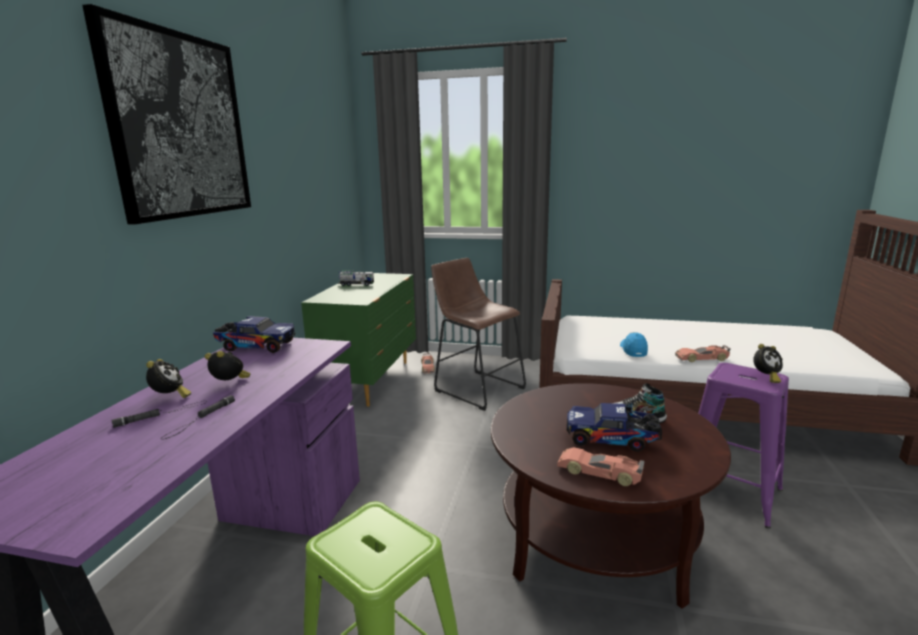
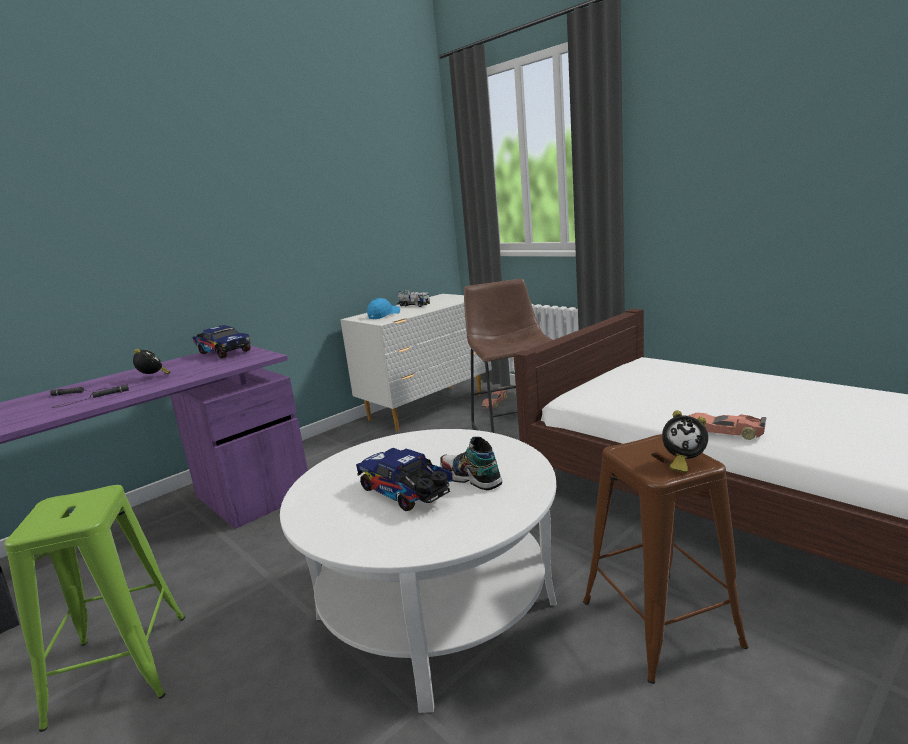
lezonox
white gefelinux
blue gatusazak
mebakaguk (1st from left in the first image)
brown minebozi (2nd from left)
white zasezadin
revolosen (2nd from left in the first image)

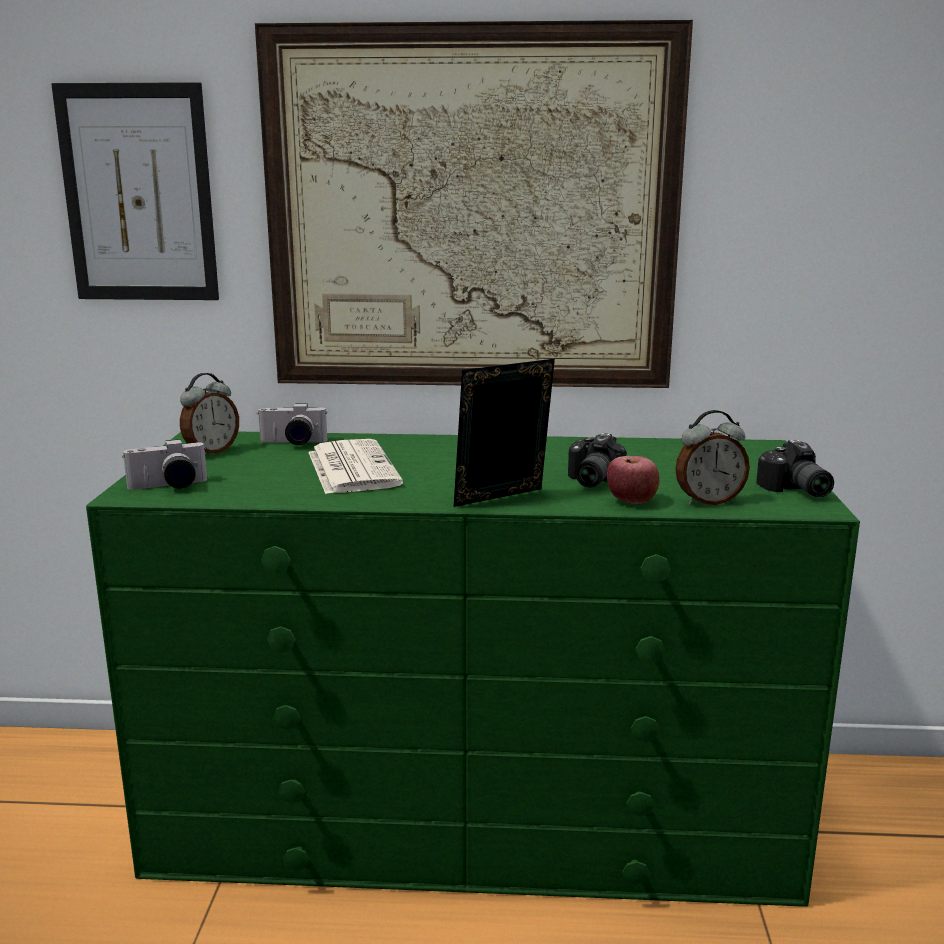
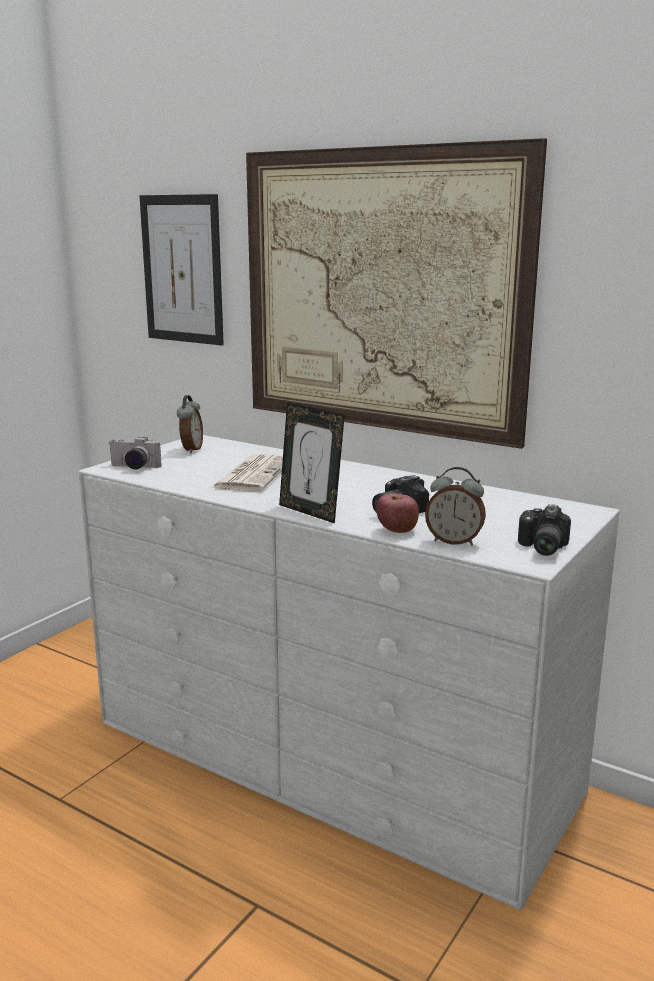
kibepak
mebakaguk (1st from left)
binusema (2nd from left in the first image)
white gefelinux

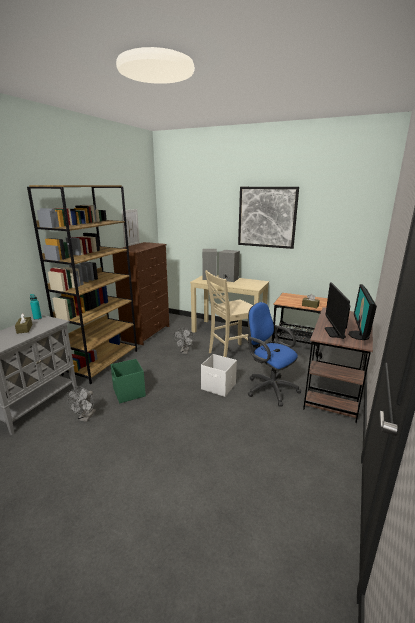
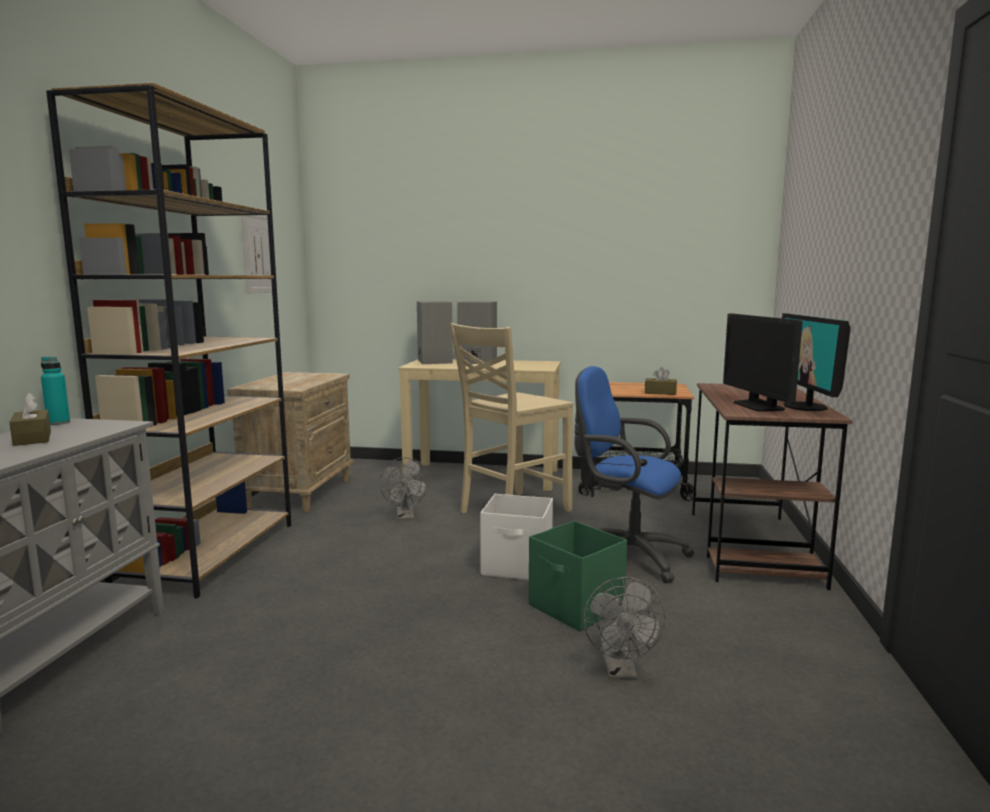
lezonox (2nd from left in the first image)
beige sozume
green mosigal
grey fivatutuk (2nd from left)

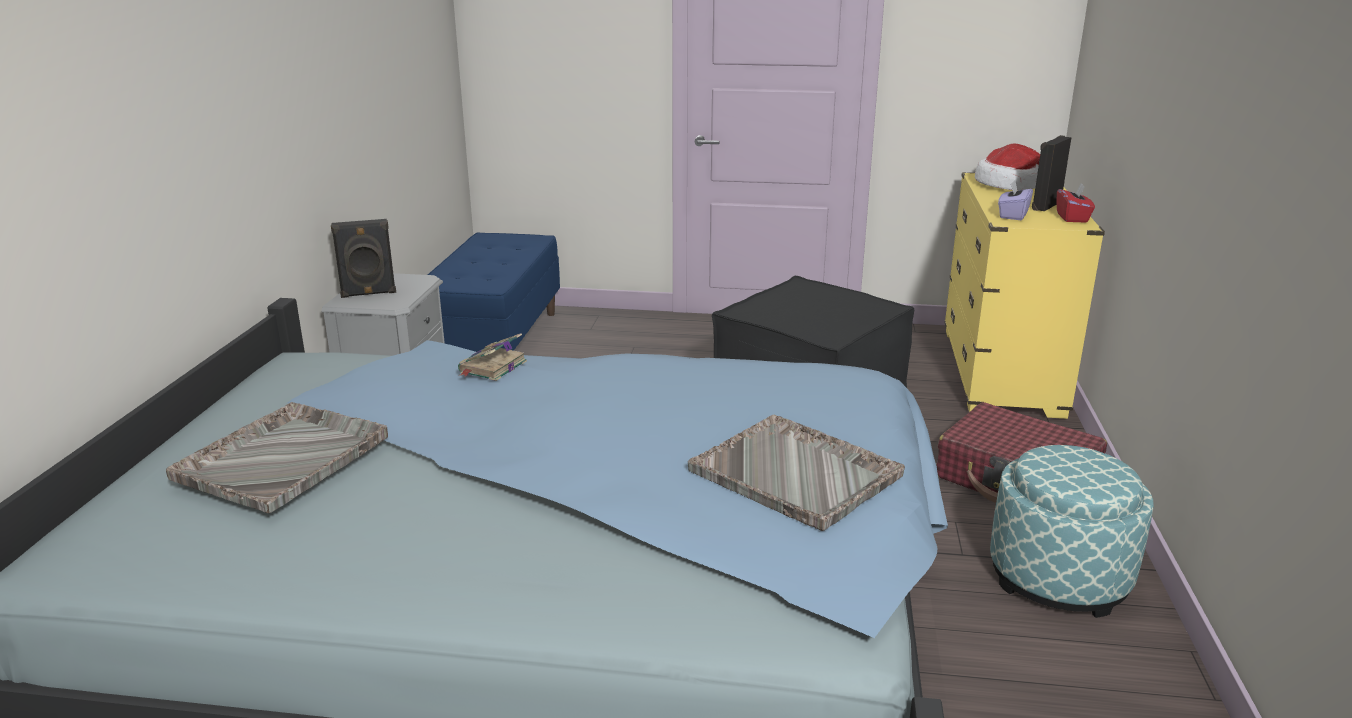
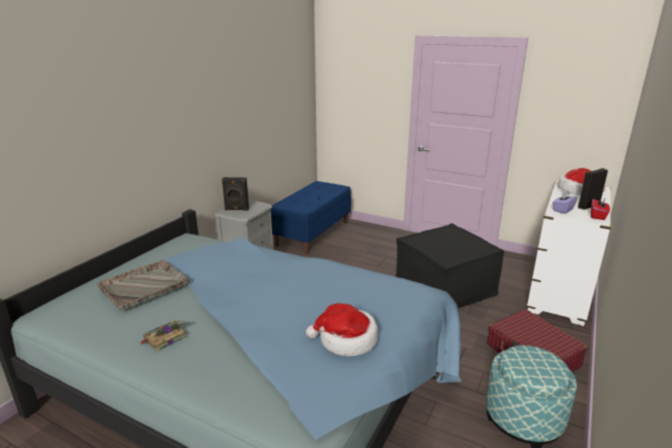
white gefelinux
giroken
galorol (1st from left)

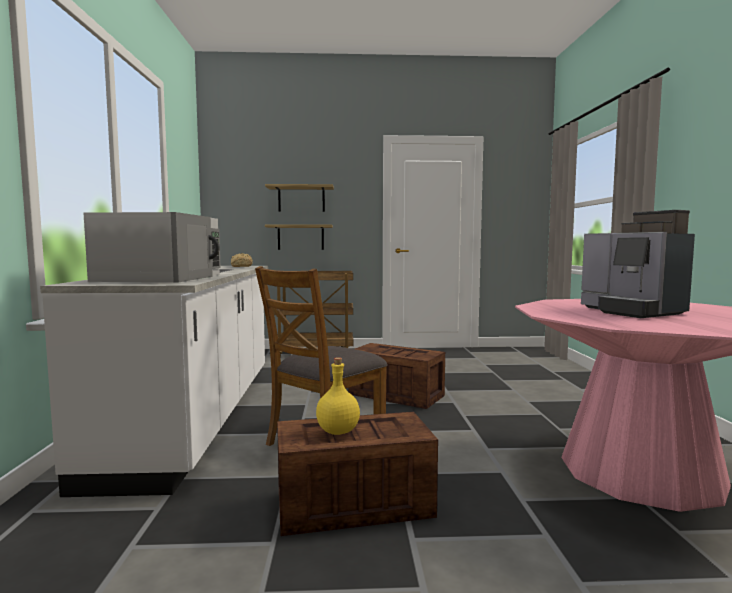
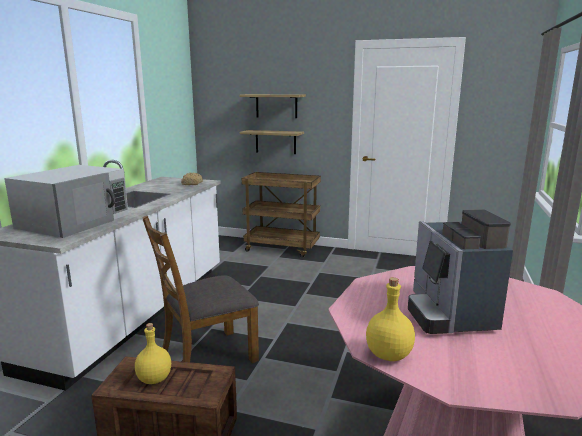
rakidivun (2nd from left in the first image)
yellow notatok (2nd from left)

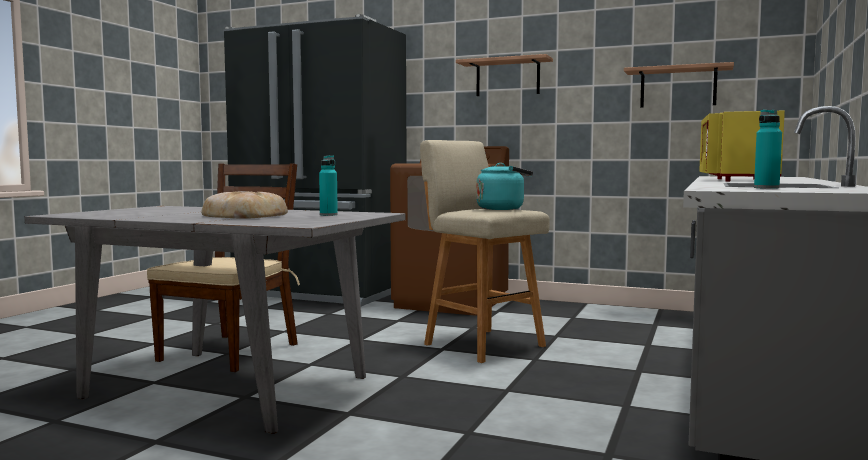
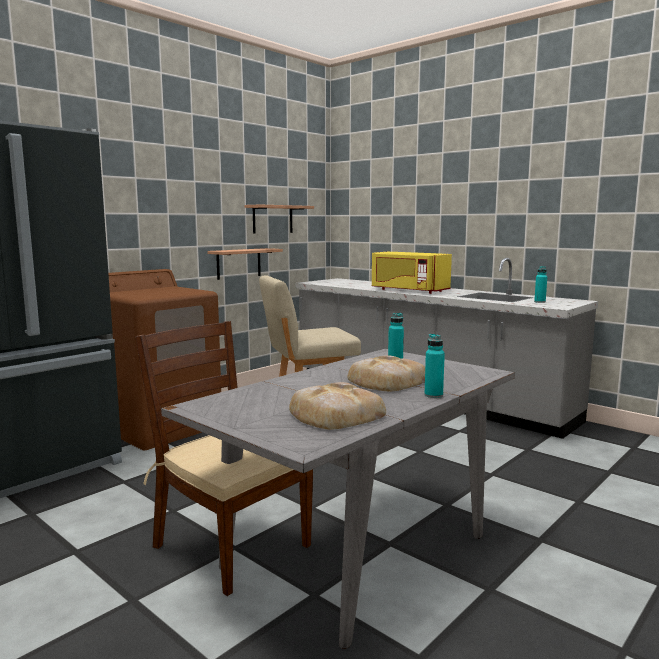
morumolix (1st from left)
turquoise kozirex
turquoise notatok (2nd from left)
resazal (1st from left)

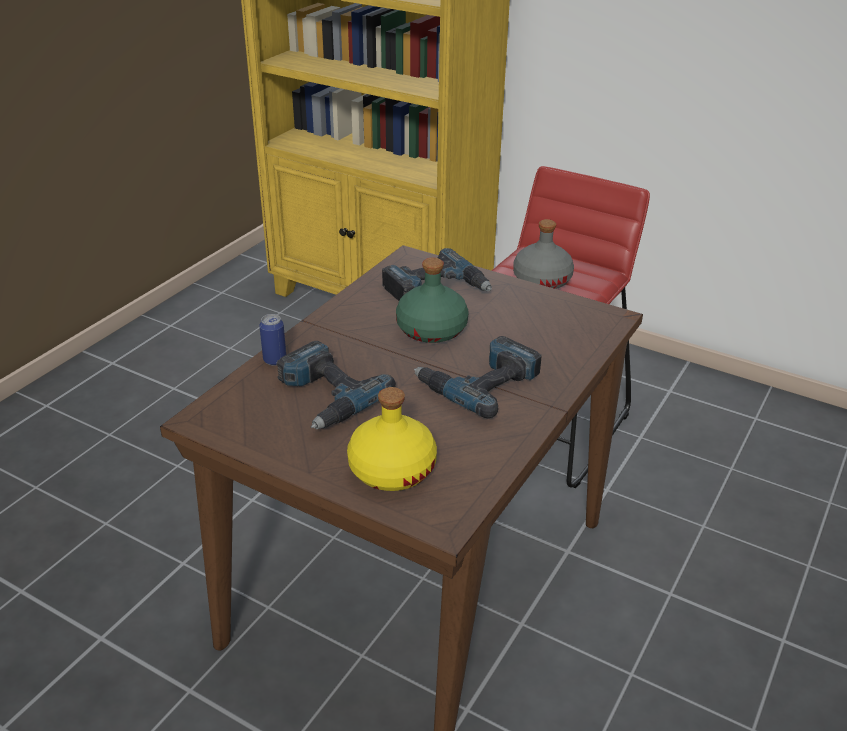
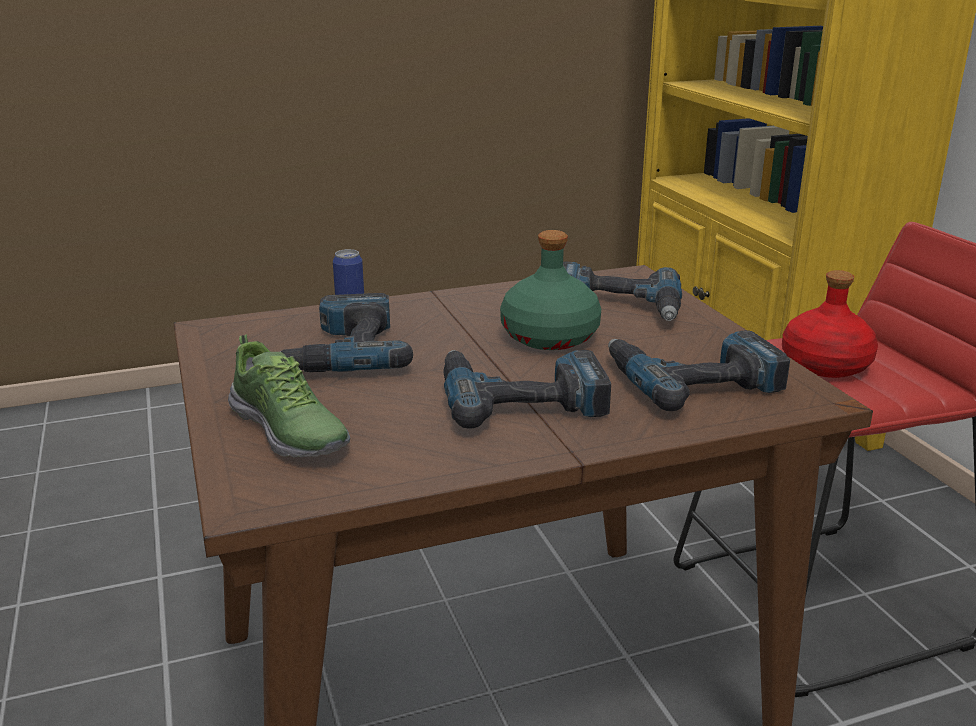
red notatok
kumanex
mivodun (4th from left)

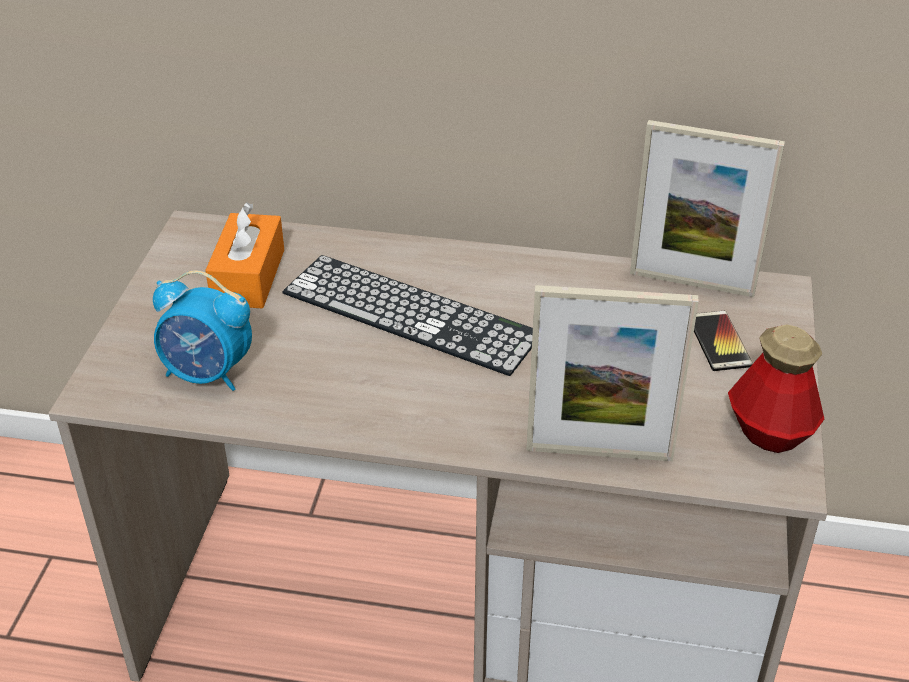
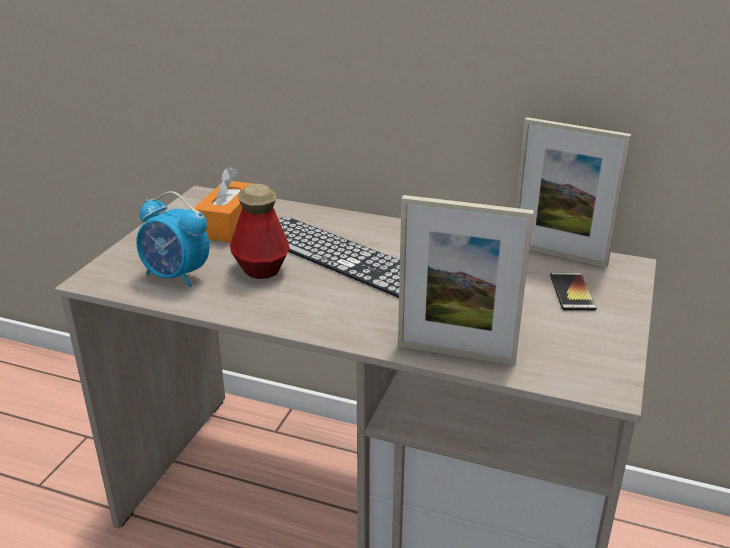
notatok

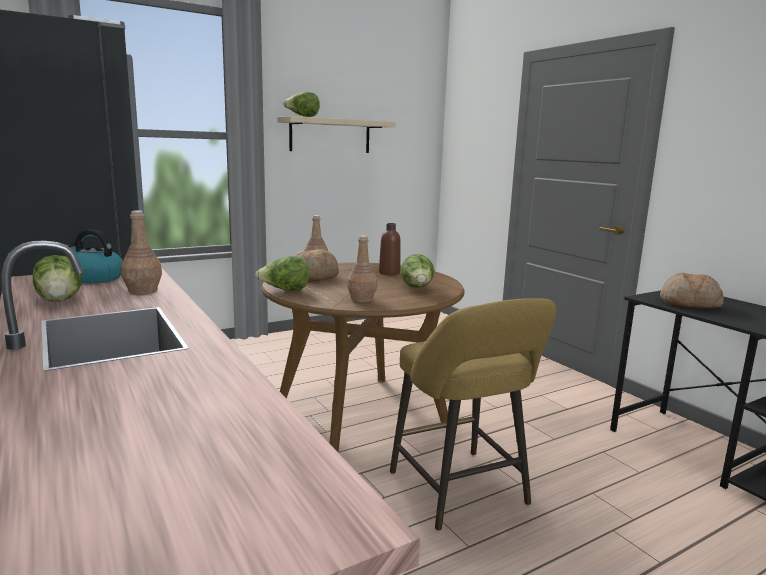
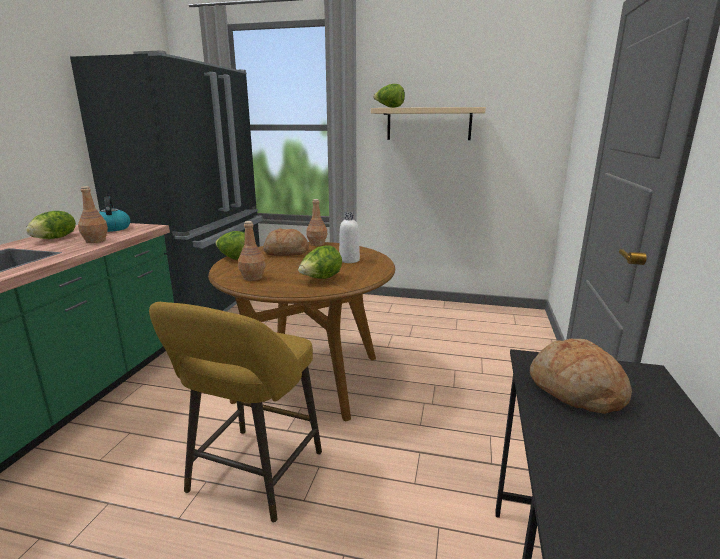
white notatok

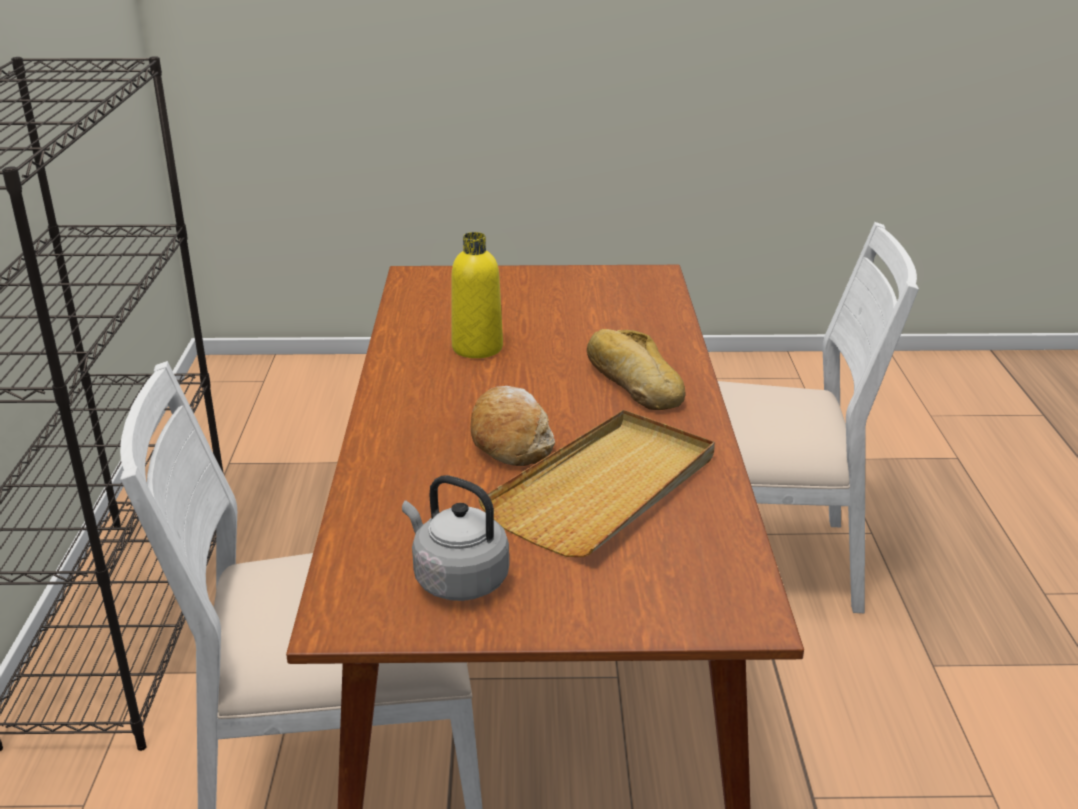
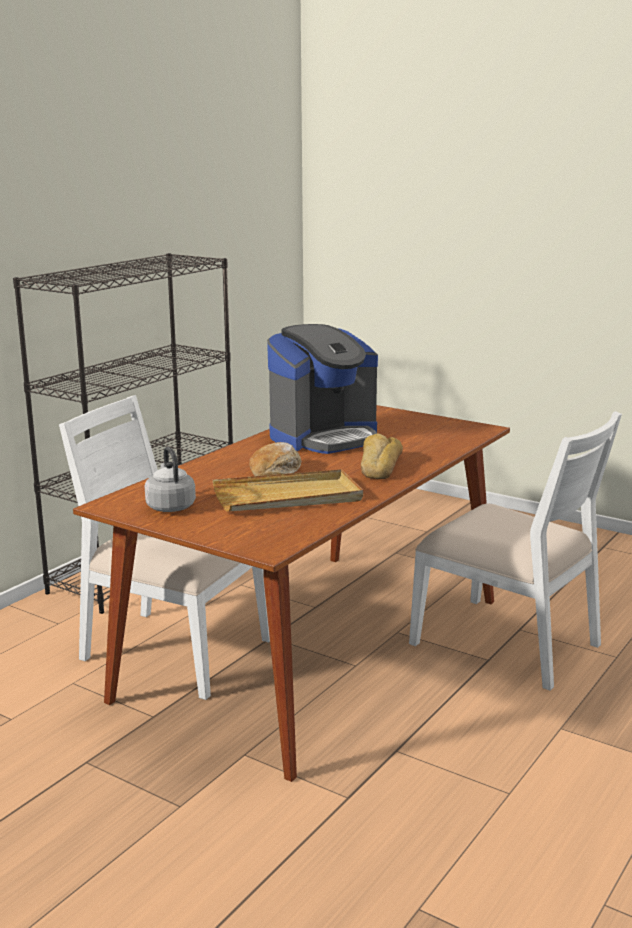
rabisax

